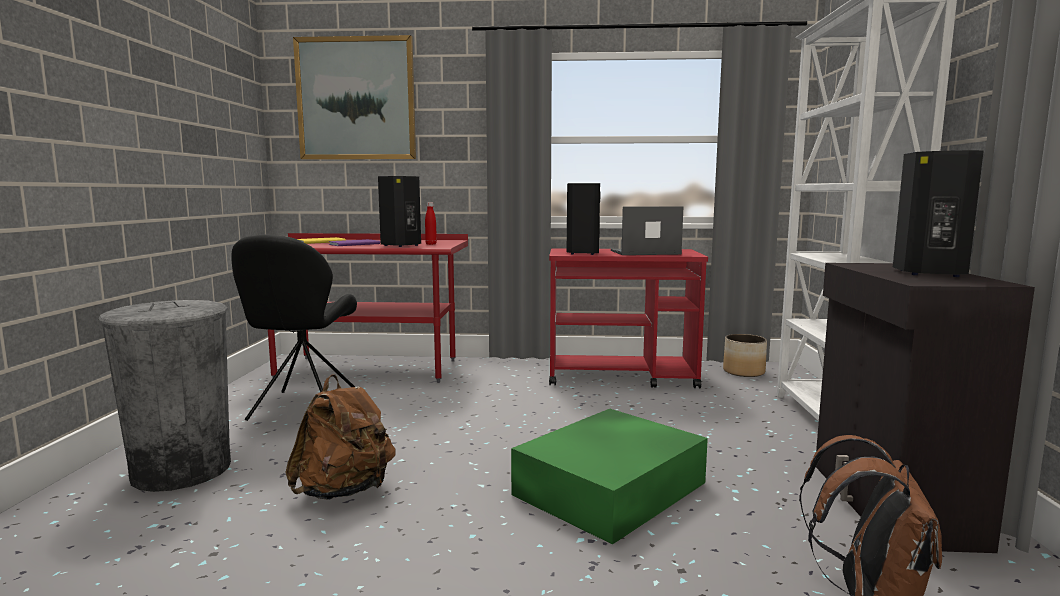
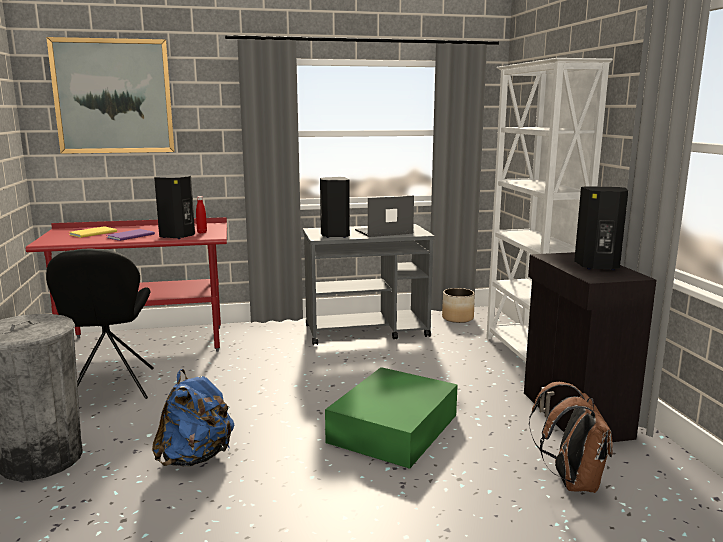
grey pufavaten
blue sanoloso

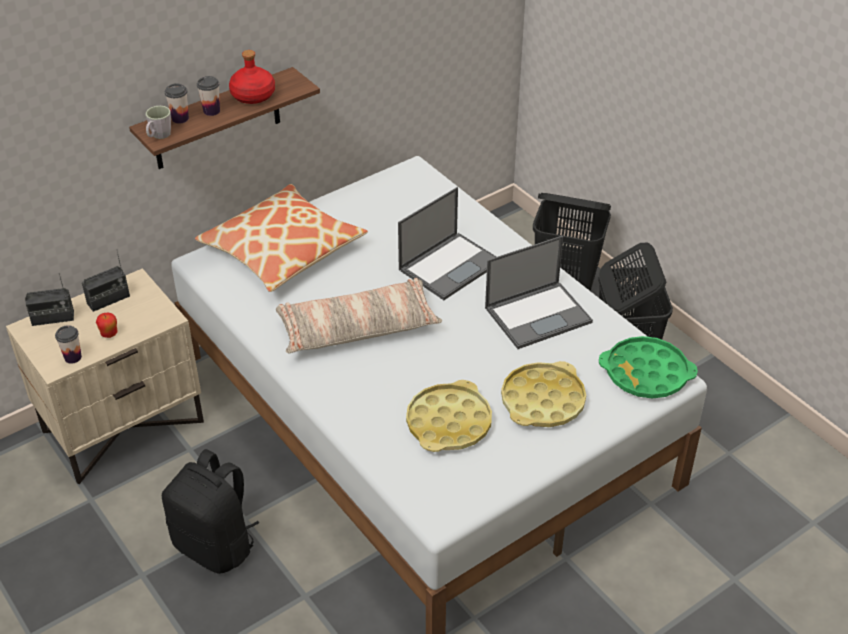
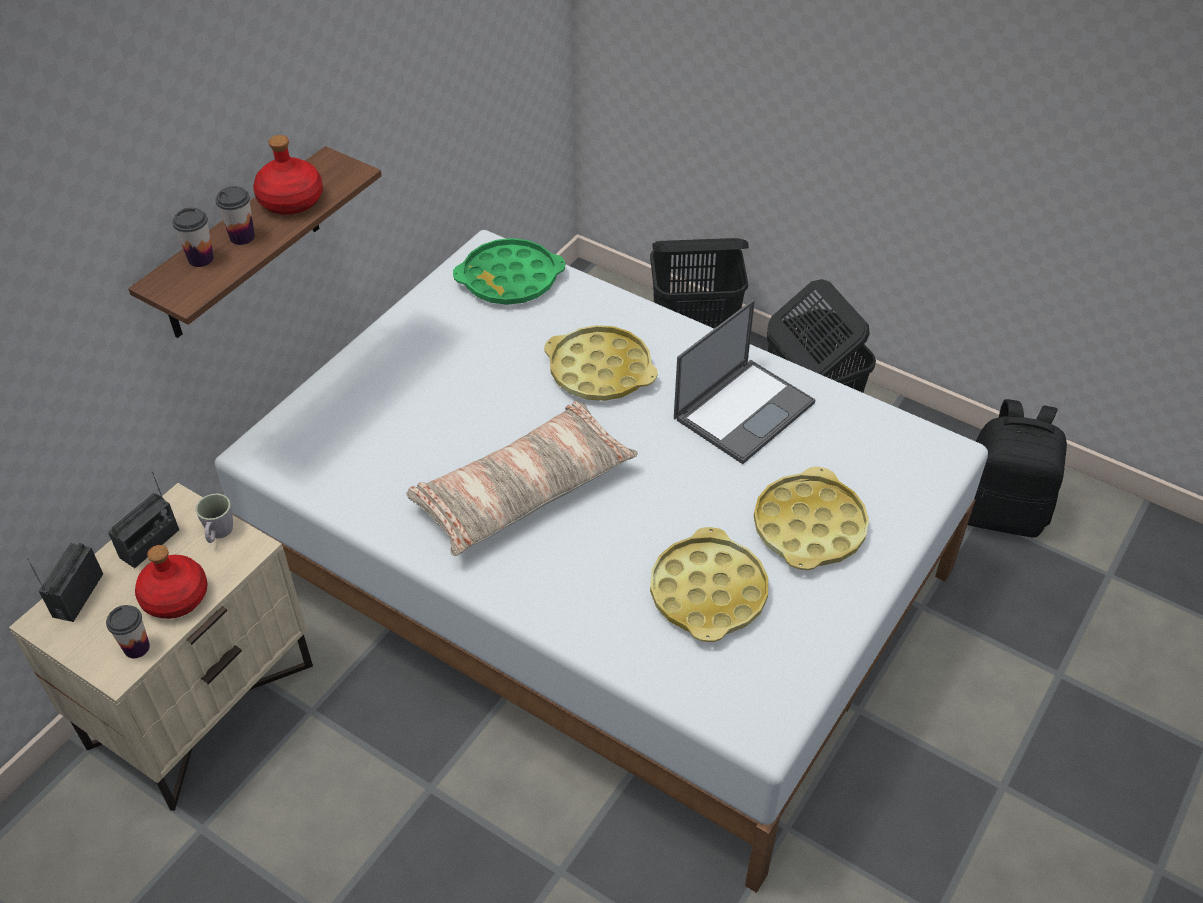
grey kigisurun
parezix (1st from left in the first image)
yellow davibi (1st from left)
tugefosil (1st from left)
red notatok (1st from left)
green davibi
black sanoloso

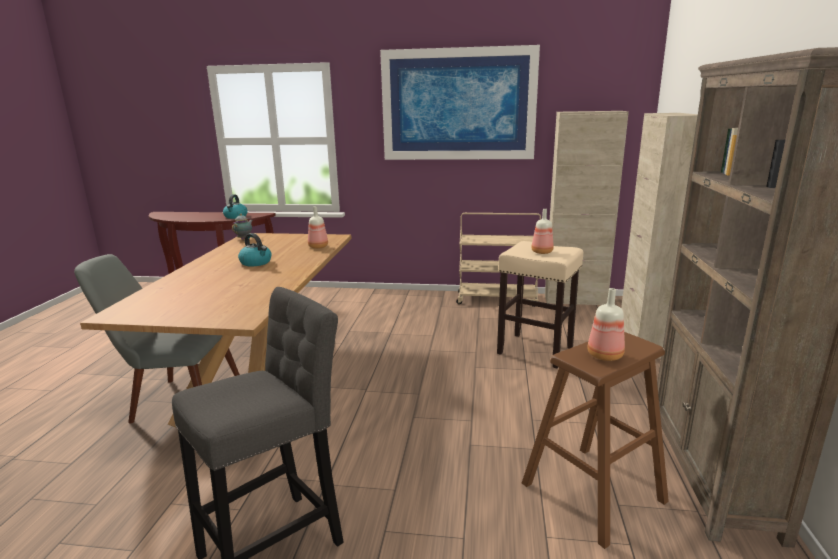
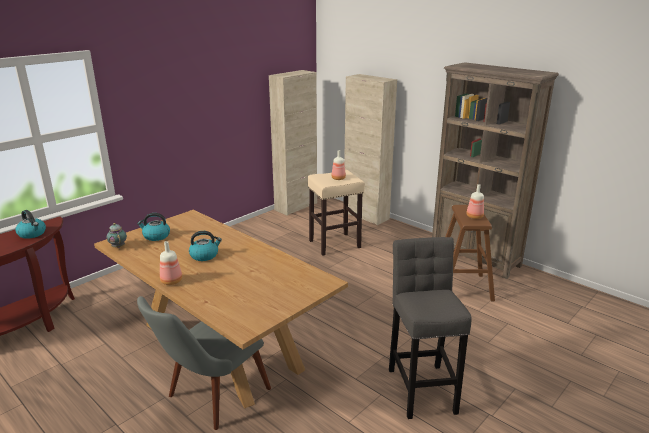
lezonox
notatok (1st from left)
beige pufavaten
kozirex (2nd from left)

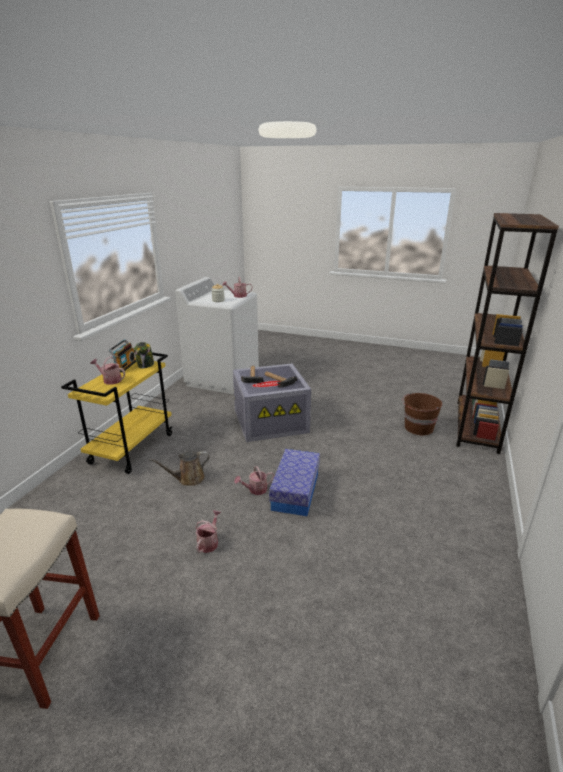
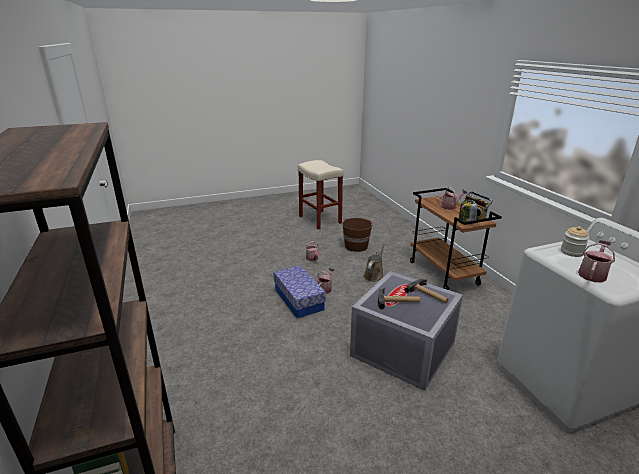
brown pufavaten
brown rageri

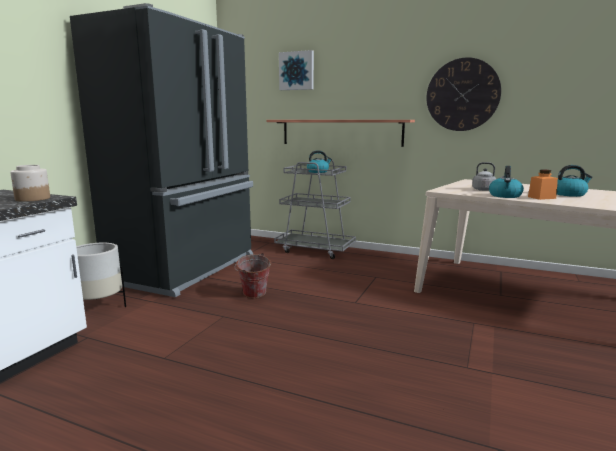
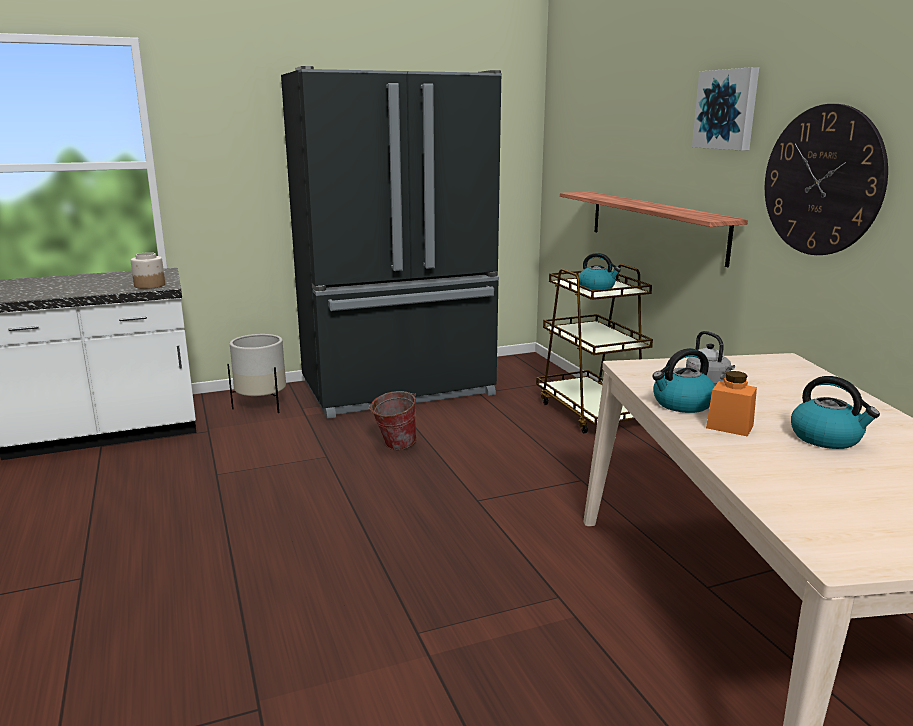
lezonox
brown pufavaten

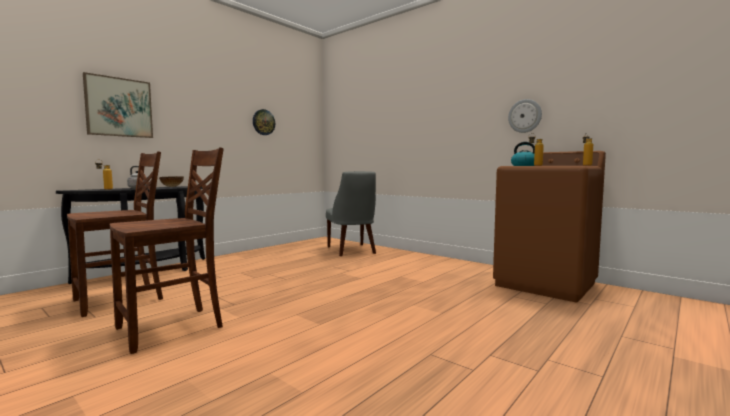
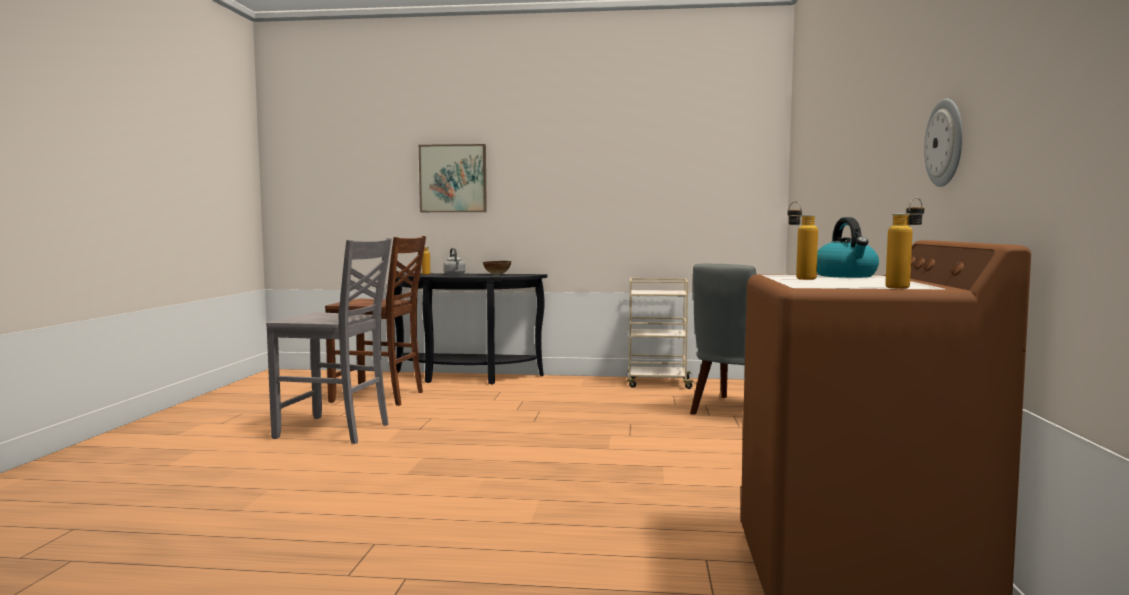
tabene (1st from left in the first image)
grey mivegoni (1st from left)
beige pufavaten

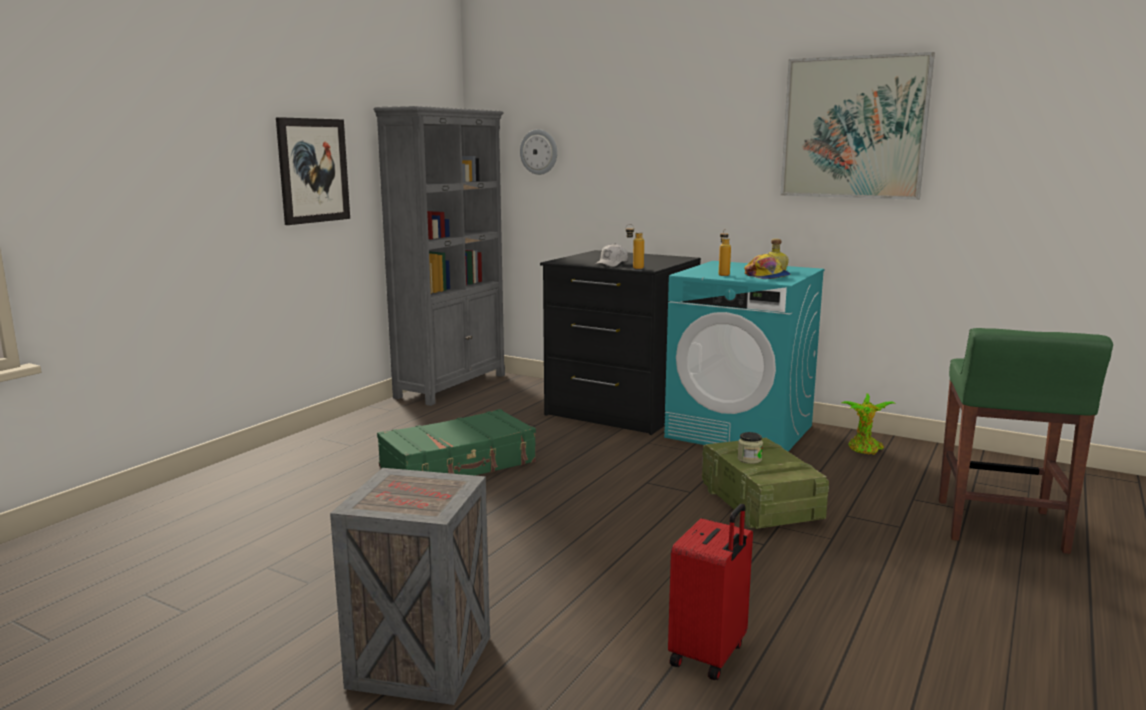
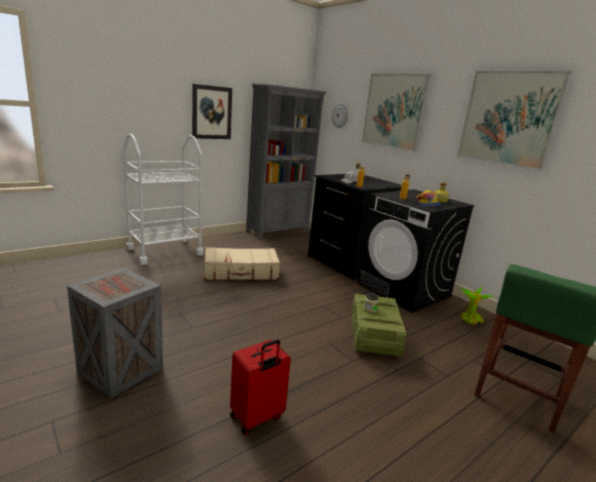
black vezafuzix
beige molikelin
lezonox (2nd from left)
white pufavaten

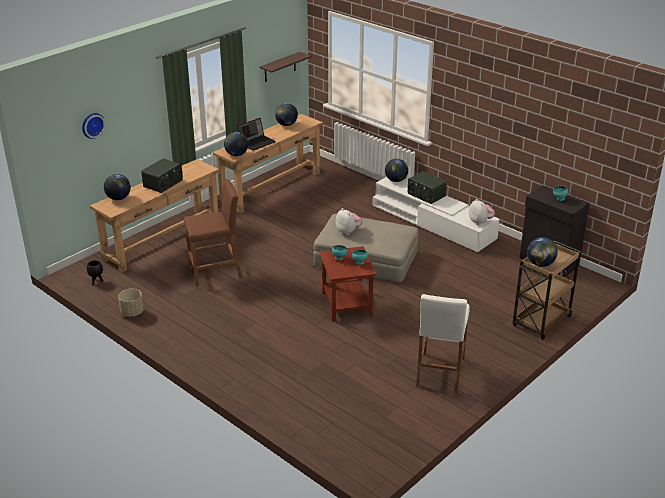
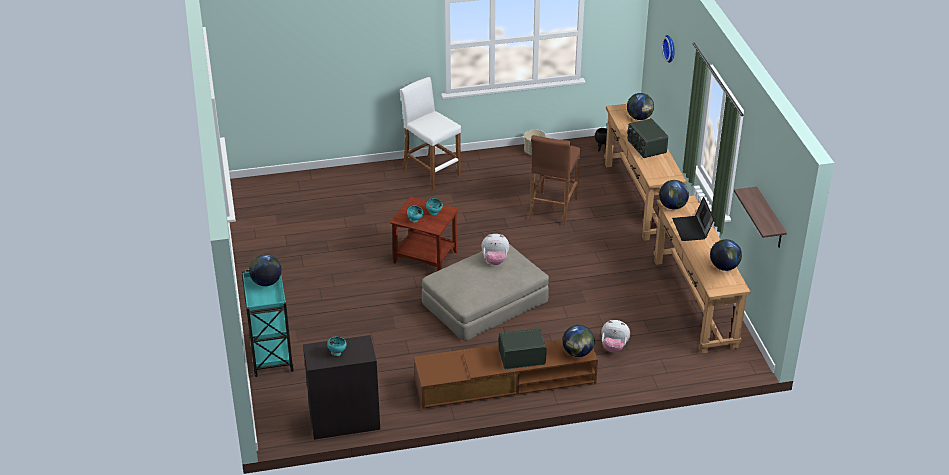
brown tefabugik
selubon (2nd from left)
turquoise pufavaten
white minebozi

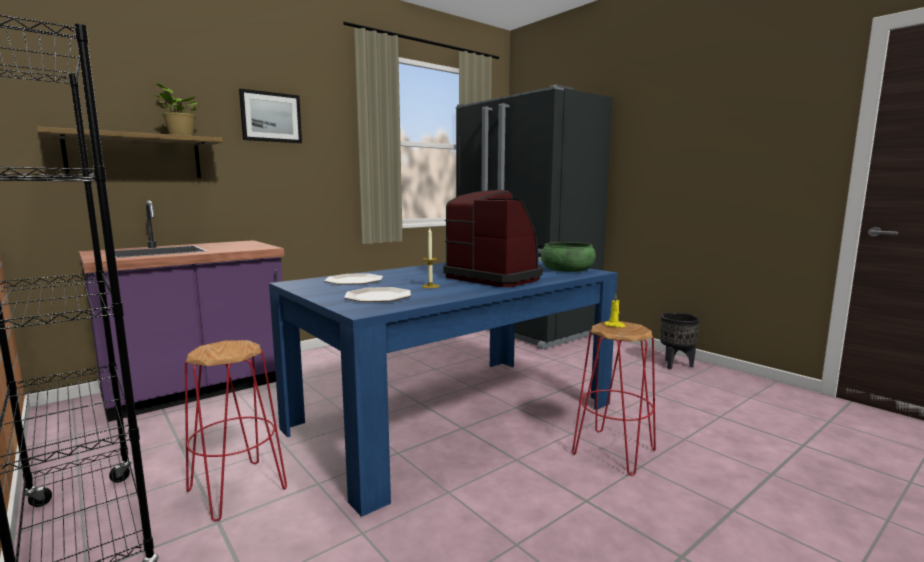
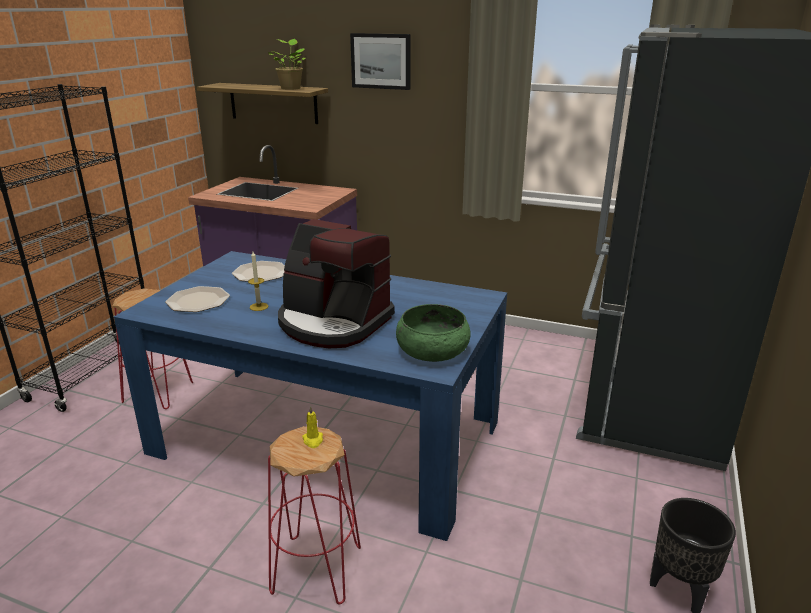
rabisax

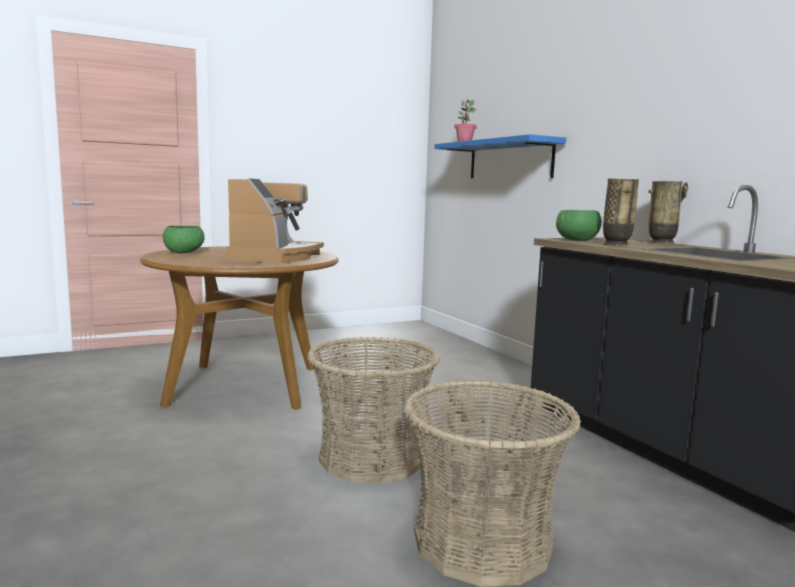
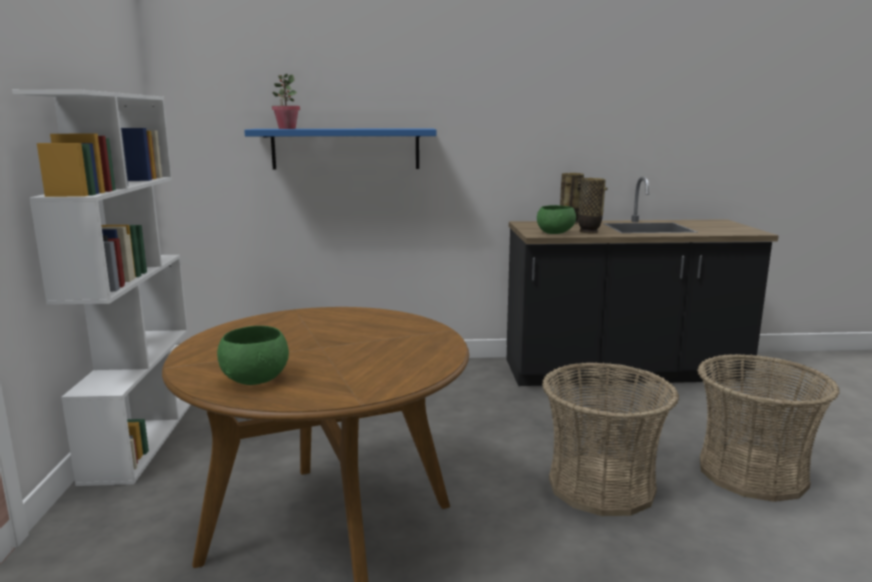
rabisax
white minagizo

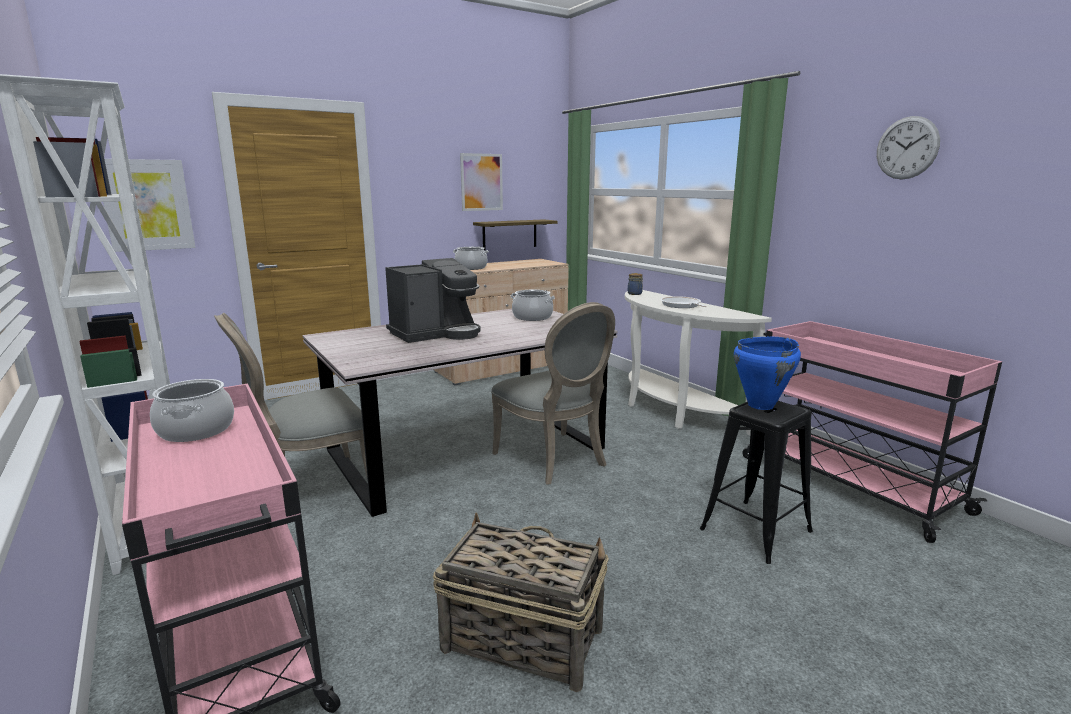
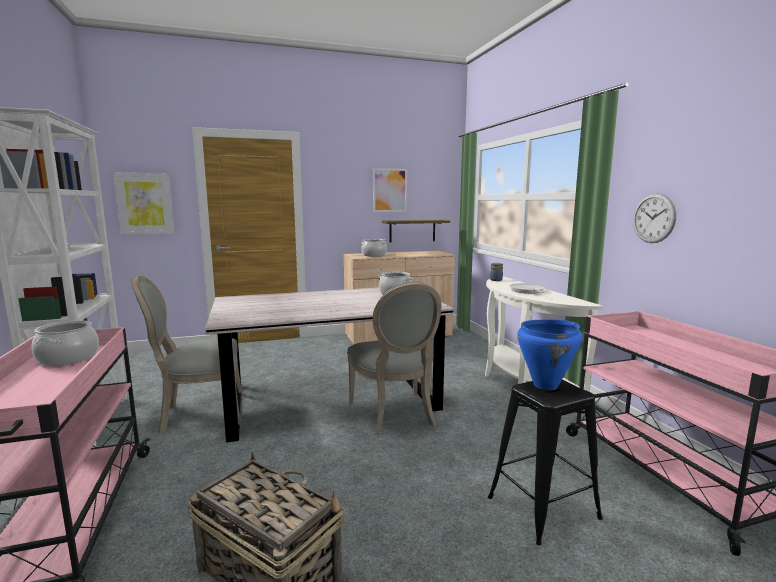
tabene
rabisax

